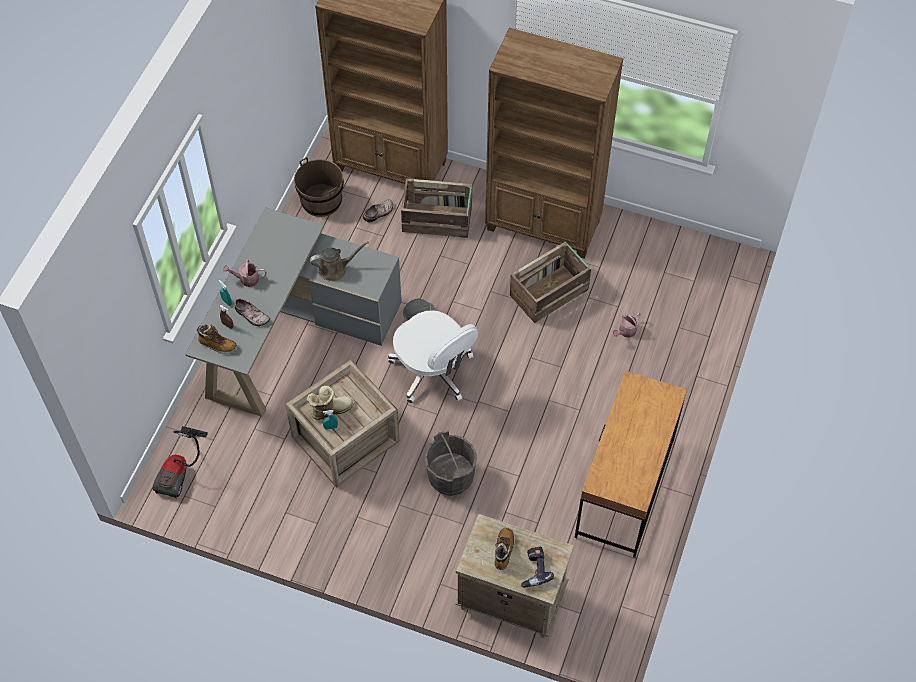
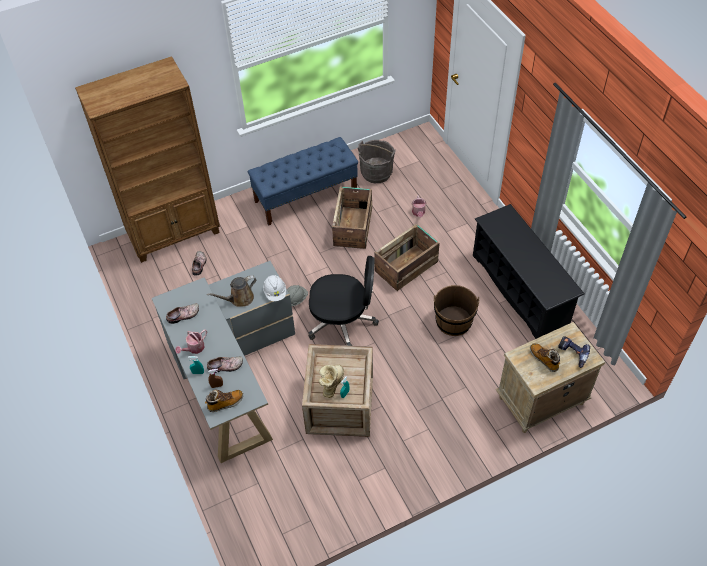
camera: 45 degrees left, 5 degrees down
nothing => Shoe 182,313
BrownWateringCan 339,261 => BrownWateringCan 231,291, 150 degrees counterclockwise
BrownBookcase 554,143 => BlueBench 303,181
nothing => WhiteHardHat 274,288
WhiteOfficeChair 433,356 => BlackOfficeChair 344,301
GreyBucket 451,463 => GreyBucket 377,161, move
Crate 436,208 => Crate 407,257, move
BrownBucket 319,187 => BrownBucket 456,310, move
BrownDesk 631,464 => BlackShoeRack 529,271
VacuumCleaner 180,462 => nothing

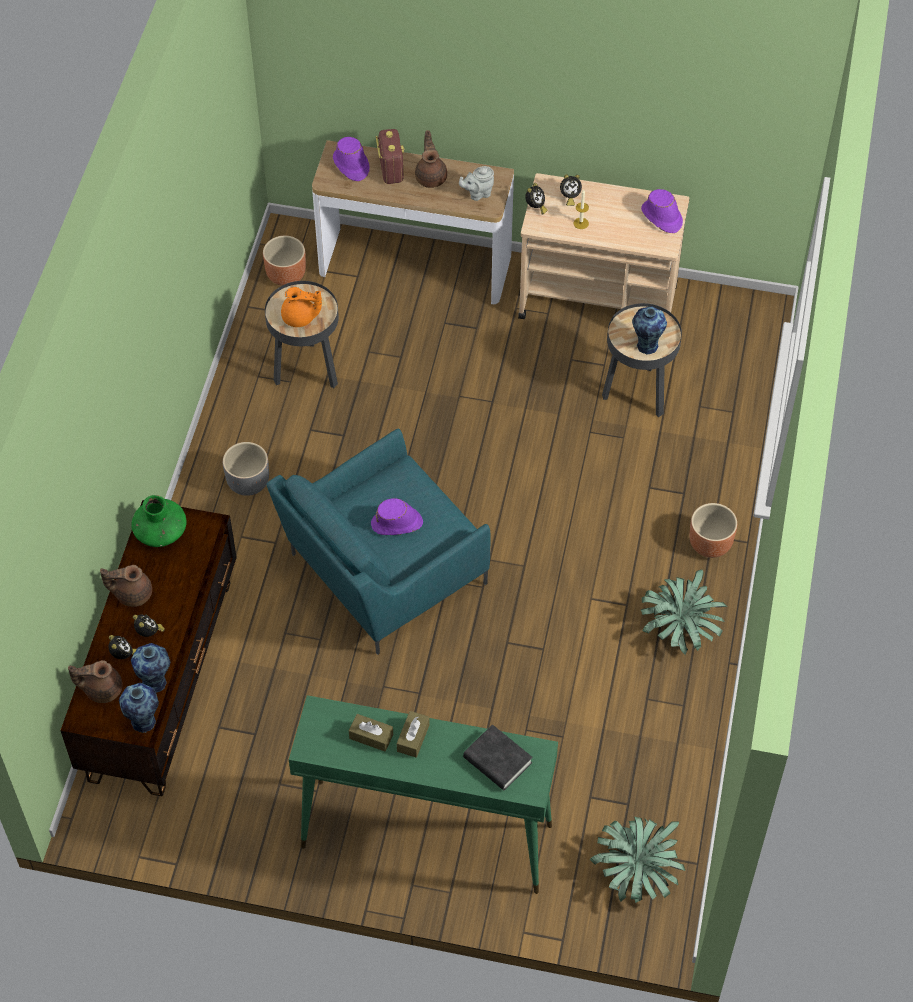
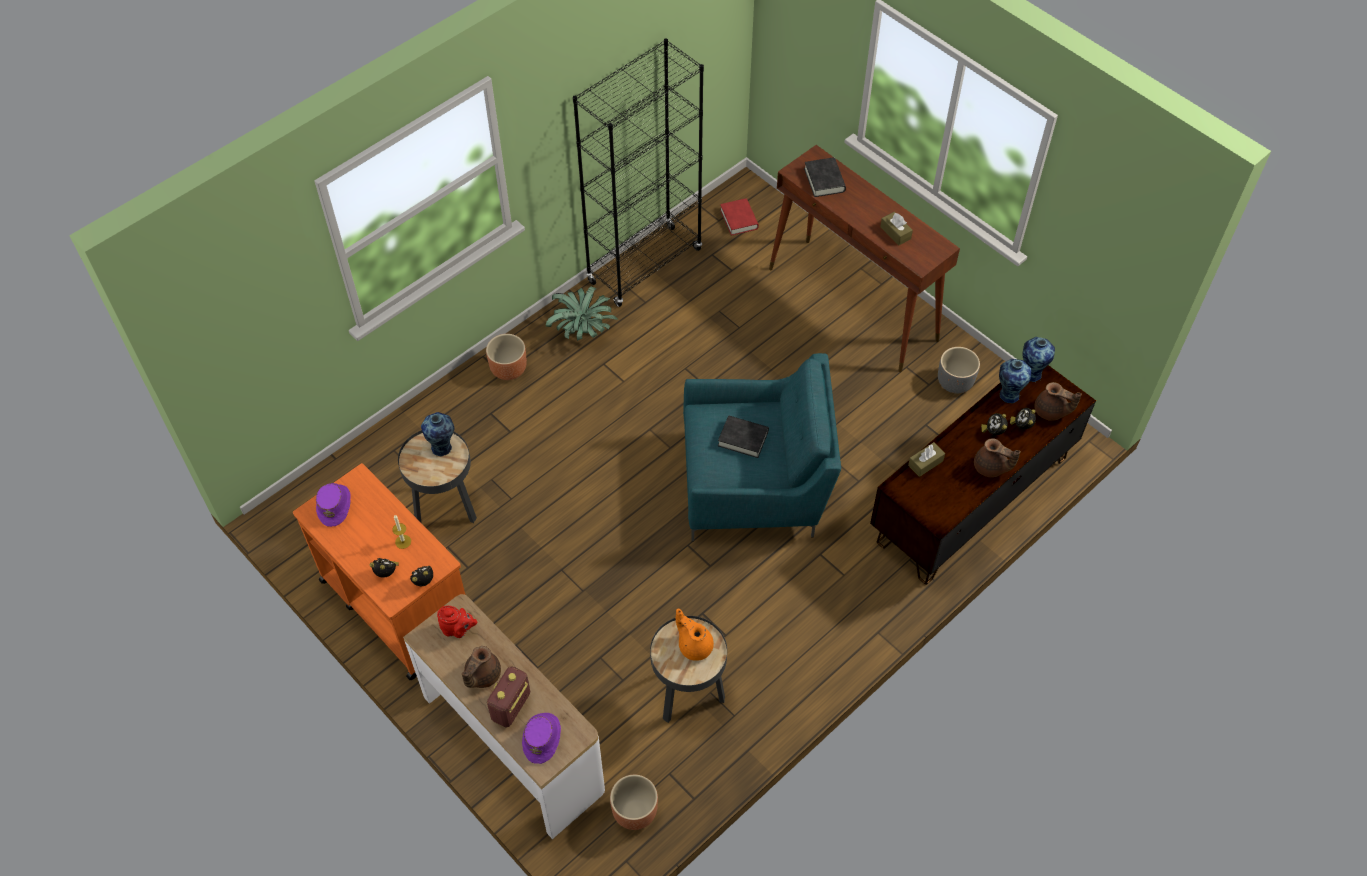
camera: 145 degrees left, 0 degrees up
BeigeCart 604,246 => OrangeCart 379,571
GreyTeapot 476,183 => RedTeapot 457,622
nothing => BlackBookcase 638,172
PurpleHat 397,516 => BlackBook 743,437
PottedPlant 637,860 => RedBook 739,217
GreenConsoleTable 423,794 => BrownConsoleTable 864,258
BrownTissueBox 413,734 => BrownTissueBox 926,459, move
GreyPlanter 246,469 => GreyPlanter 959,370, move
GreenVase 158,521 => nothing

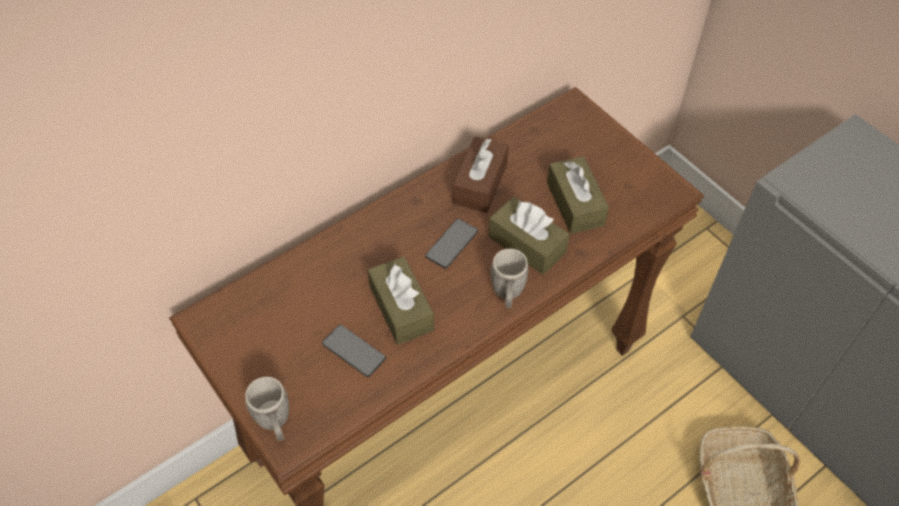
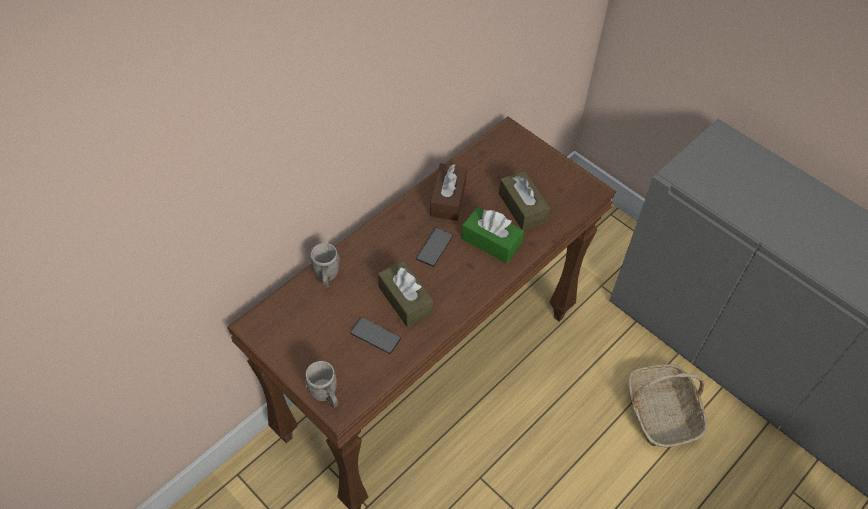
camera: 10 degrees left, 0 degrees up
GreyMug 509,278 => GreyMug 325,265, move
BrownTissueBox 529,236 => GreenTissueBox 492,235

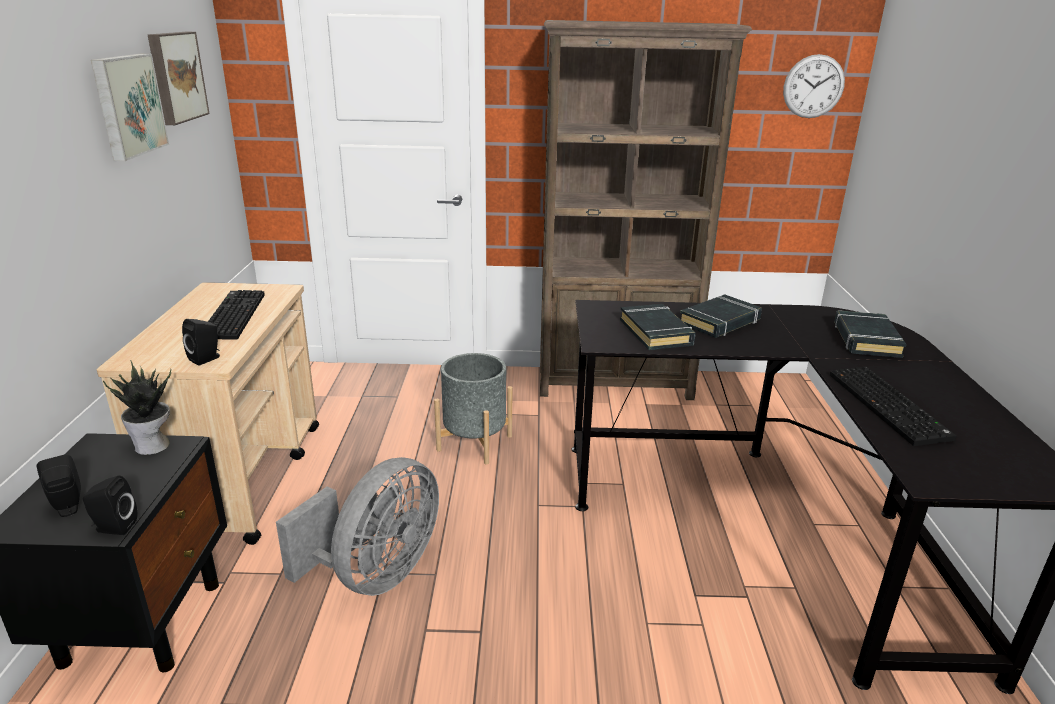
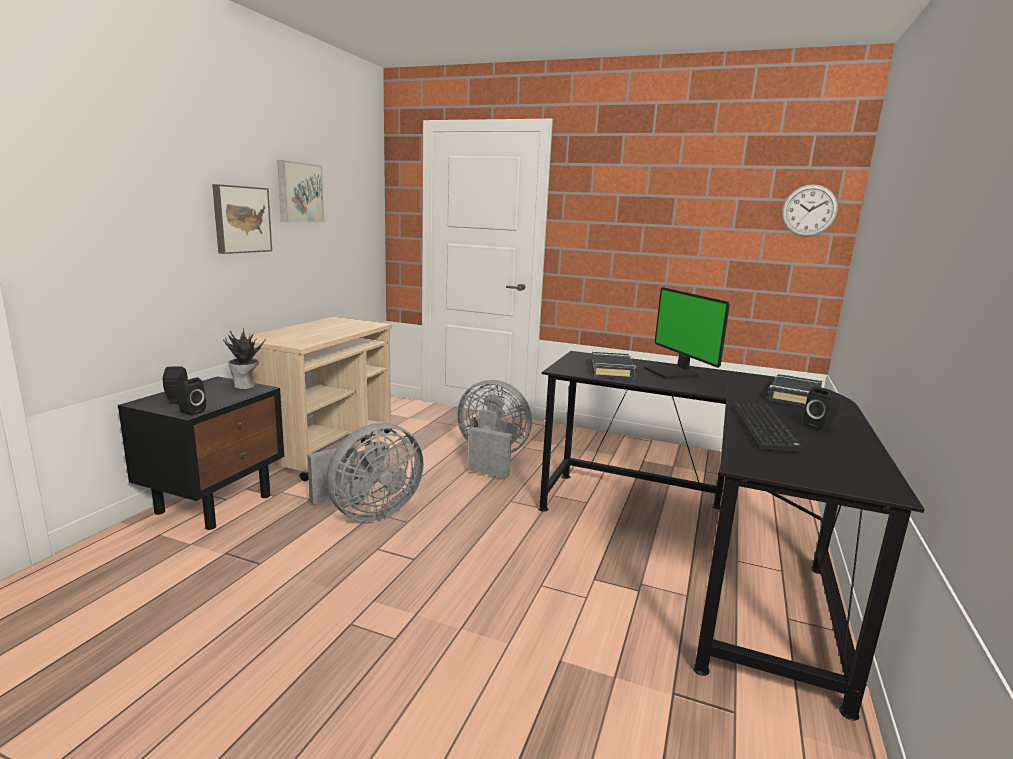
camera: 20 degrees right, 10 degrees down
Picture 179,78 => Picture 242,219, move
GreyPlanter 473,408 => GreyFan 494,429
BlackBook 721,316 => Monitor 687,333
BlackSpeaker 201,342 => BlackSpeaker 821,408, move
Keyboard 236,315 => nothing
BrownBookcase 646,210 => nothing

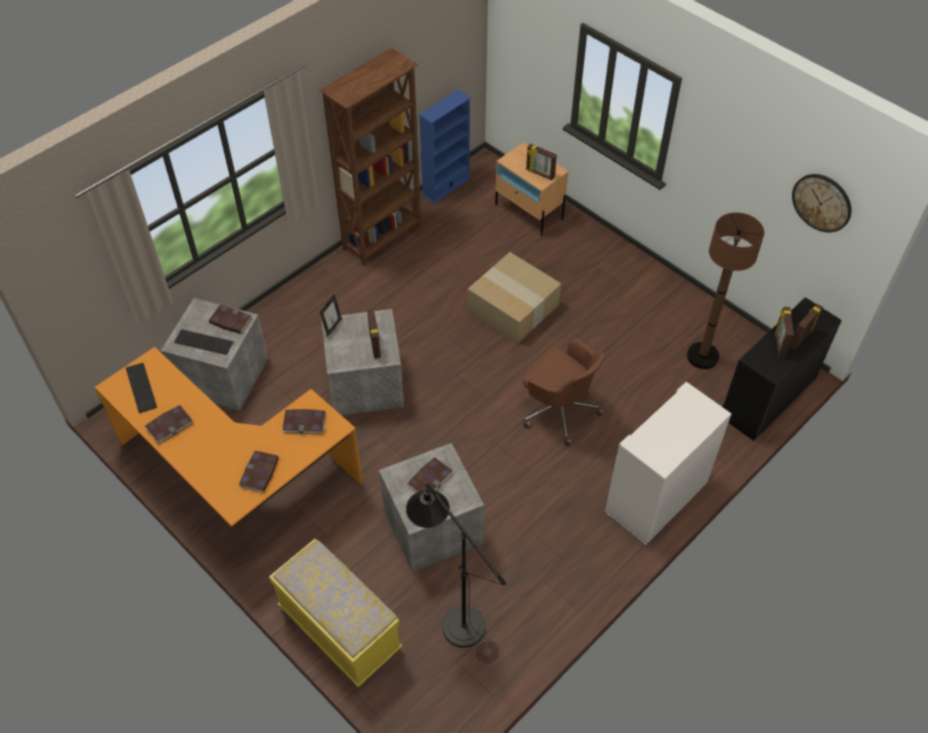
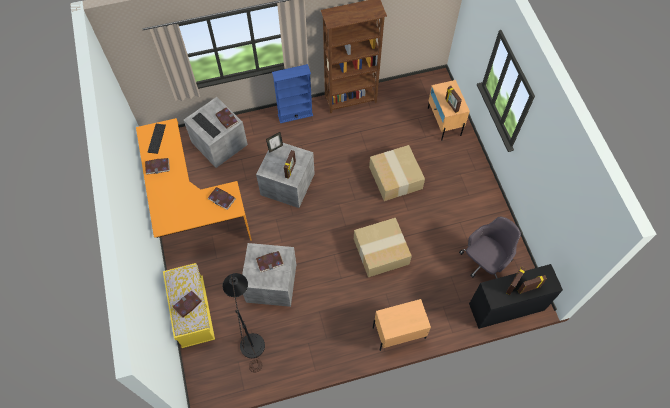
camera: 30 degrees right, 10 degrees up
Book 259,472 => Book 187,304, move
BlueBookcase 445,146 => BlueBookcase 292,93, move
BrownOfficeChair 564,392 => CardboardBox 383,247
WhiteCabinet 668,464 => BeigeNightstand 402,325
BrownFloorLamp 725,291 => GreyOfficeChair 490,248
WallClock 822,203 => nothing

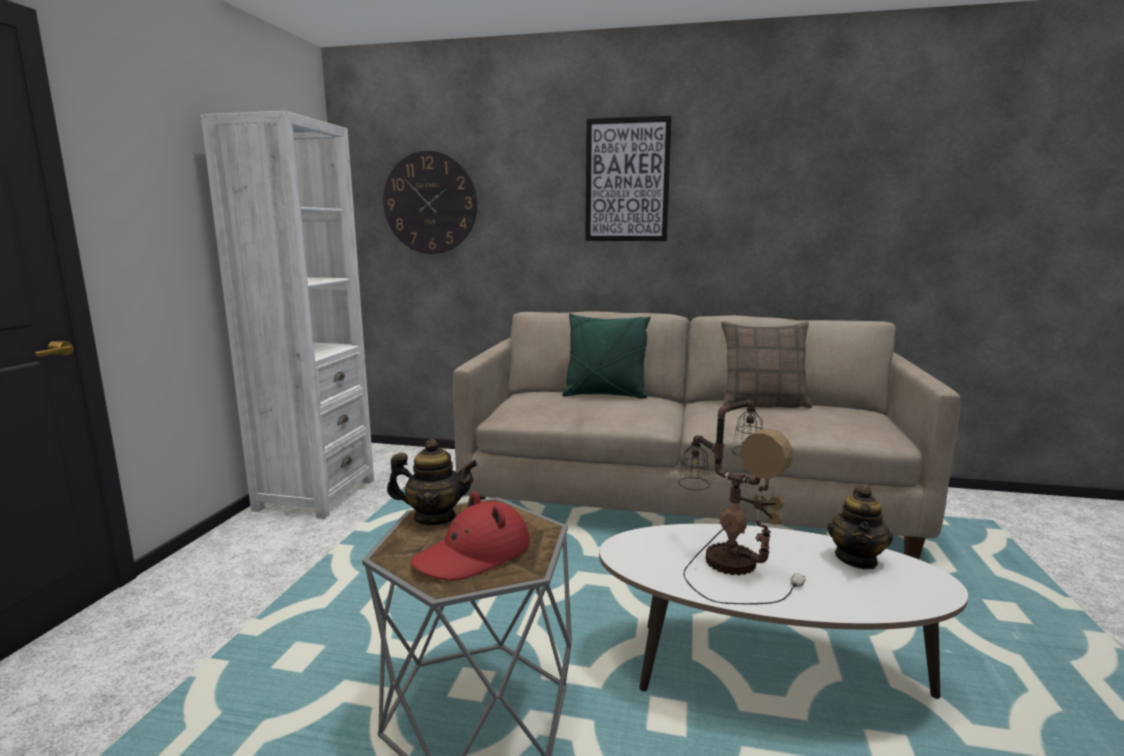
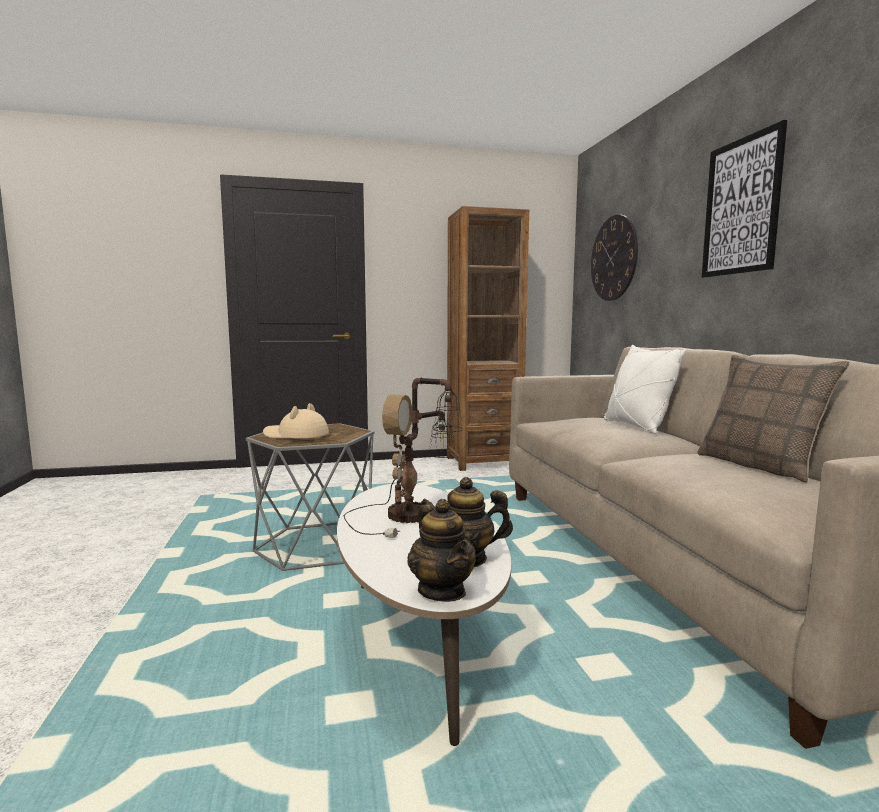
camera: 65 degrees right, 5 degrees down
RedHat 470,536 => BeigeHat 296,421
Teapot 432,482 => Teapot 441,550, move
WhiteBookcase 287,315 => BrownBookcase 488,338
GreenPillow 606,356 => WhitePillow 645,389

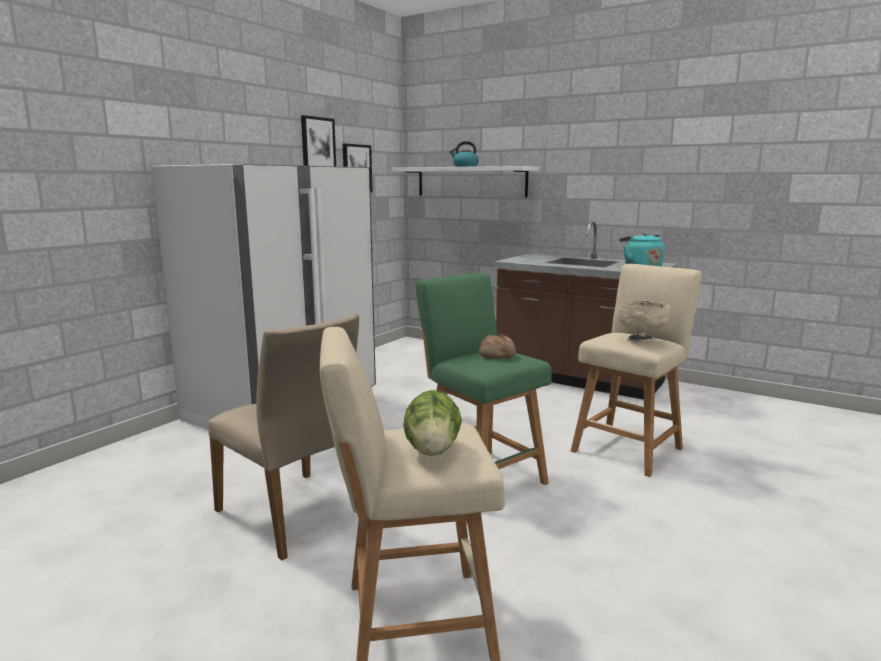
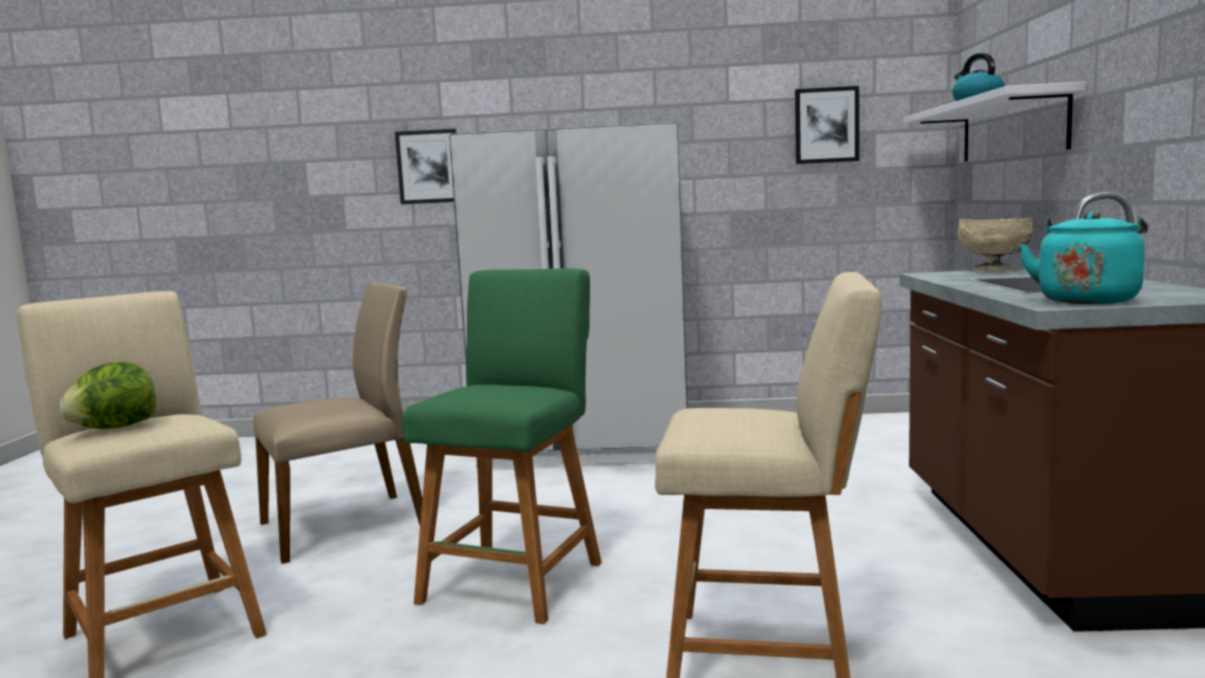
camera: 60 degrees right, 5 degrees down
BeigeChair 283,437 => BeigeChair 337,423, 135 degrees counterclockwise
Picture 318,140 => Picture 426,166, move
BeigeBowl 643,322 => BeigeBowl 995,244, move
Bread 497,346 => nothing

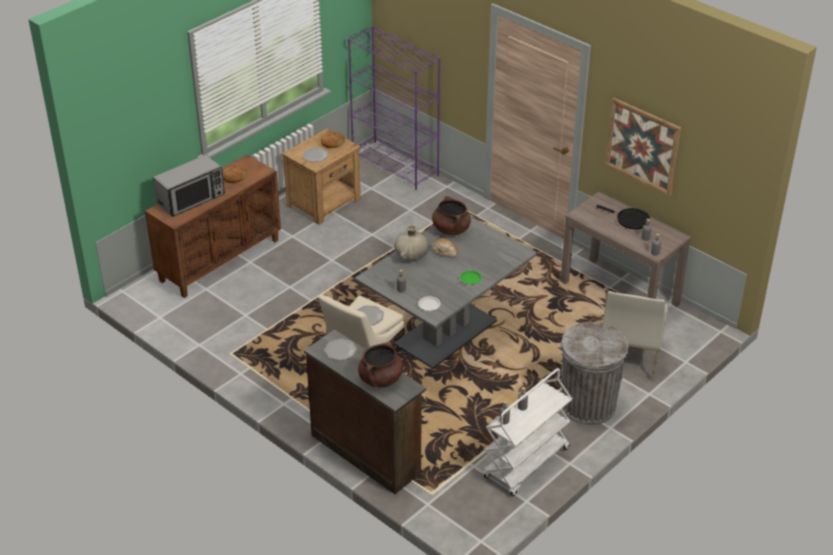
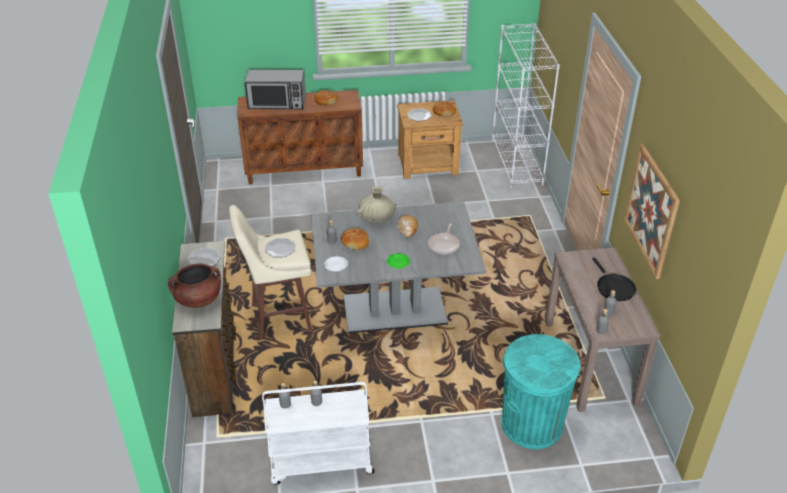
camera: 40 degrees right, 0 degrees up
nothing => Bread 355,239
nothing => FryingPan 444,238
PurpleBookcase 394,108 => WhiteBookcase 526,105
WhiteChair 635,336 => TurquoiseTrashCan 541,391
BrownCookingPot 451,215 => nothing
GreyTrashCan 595,373 => nothing

